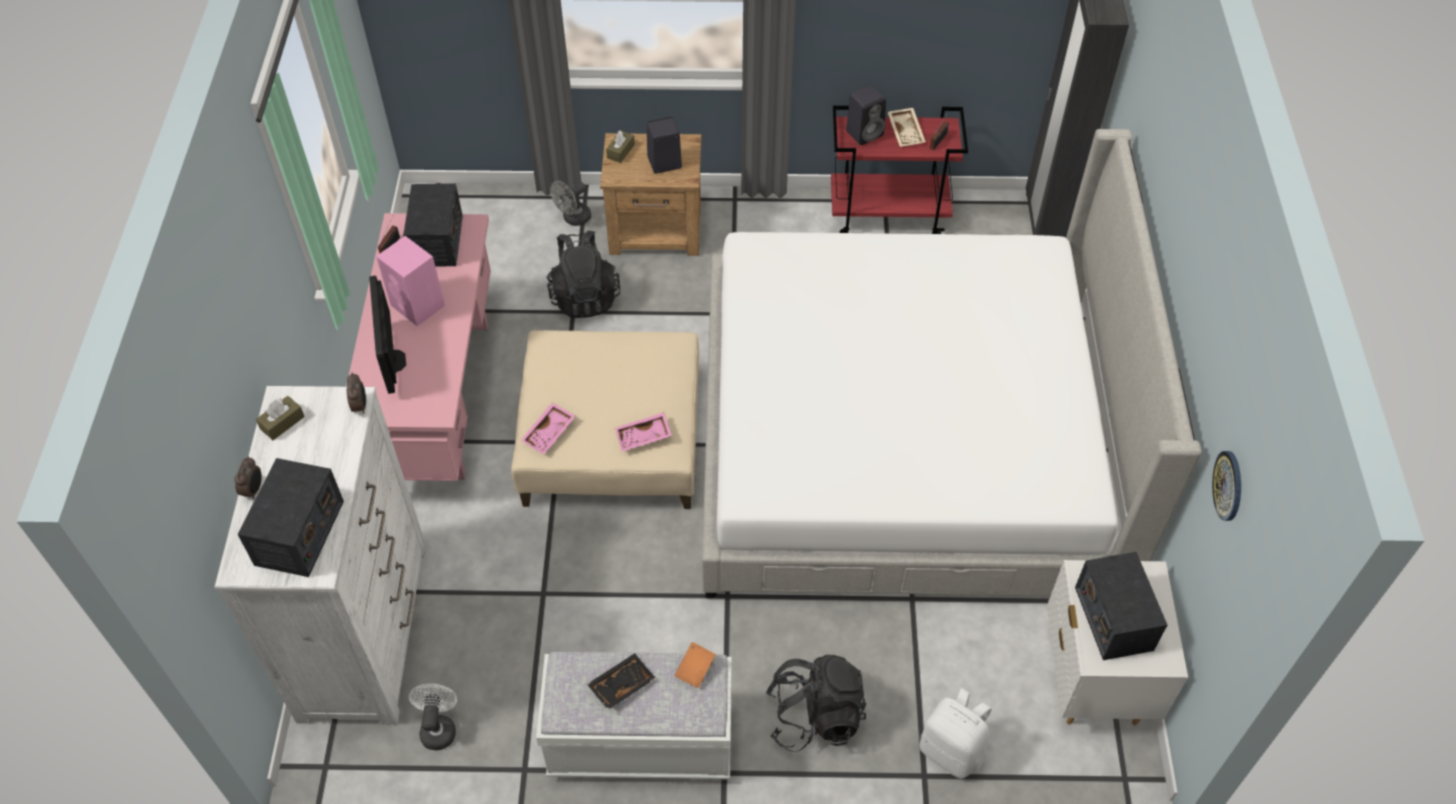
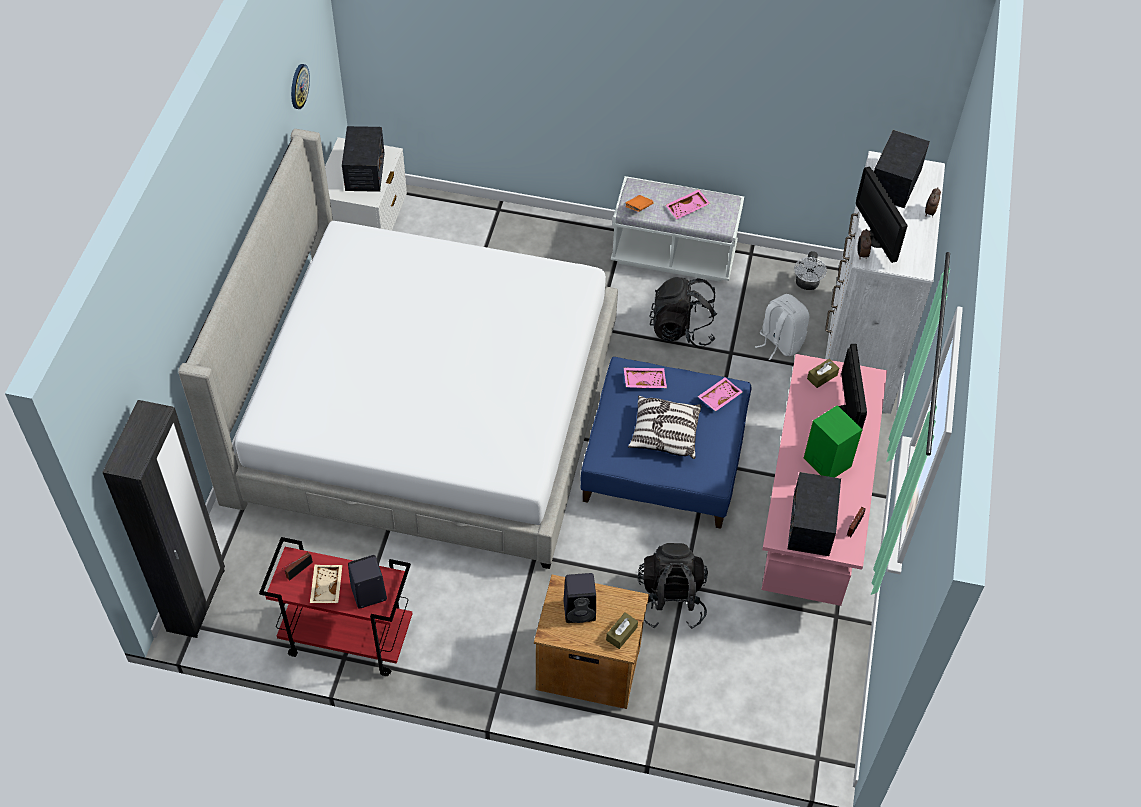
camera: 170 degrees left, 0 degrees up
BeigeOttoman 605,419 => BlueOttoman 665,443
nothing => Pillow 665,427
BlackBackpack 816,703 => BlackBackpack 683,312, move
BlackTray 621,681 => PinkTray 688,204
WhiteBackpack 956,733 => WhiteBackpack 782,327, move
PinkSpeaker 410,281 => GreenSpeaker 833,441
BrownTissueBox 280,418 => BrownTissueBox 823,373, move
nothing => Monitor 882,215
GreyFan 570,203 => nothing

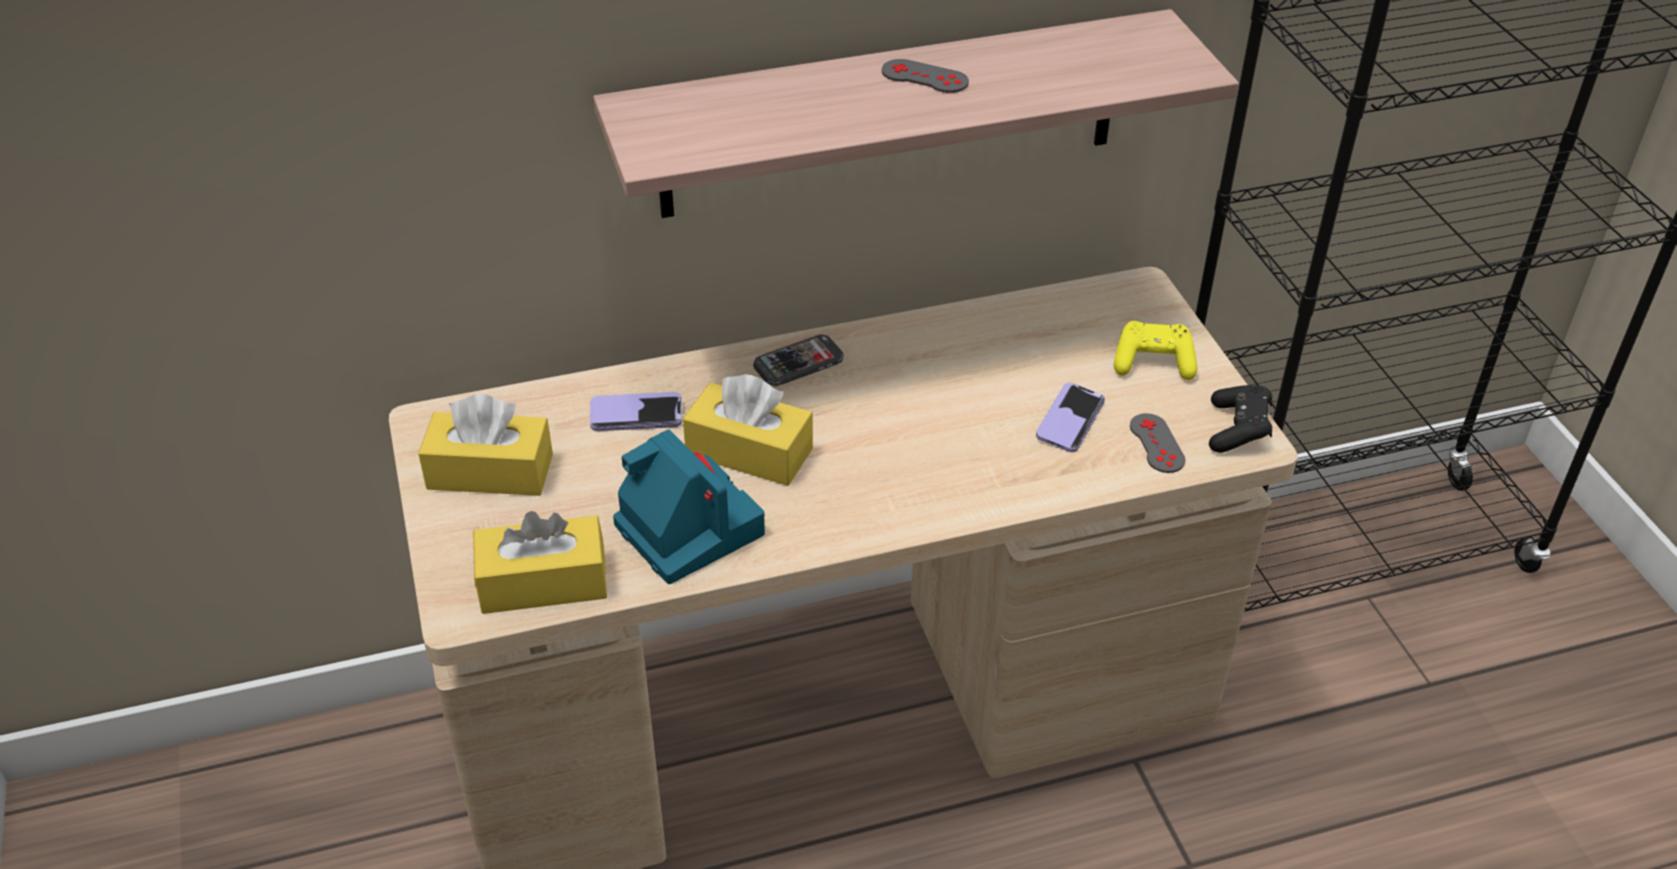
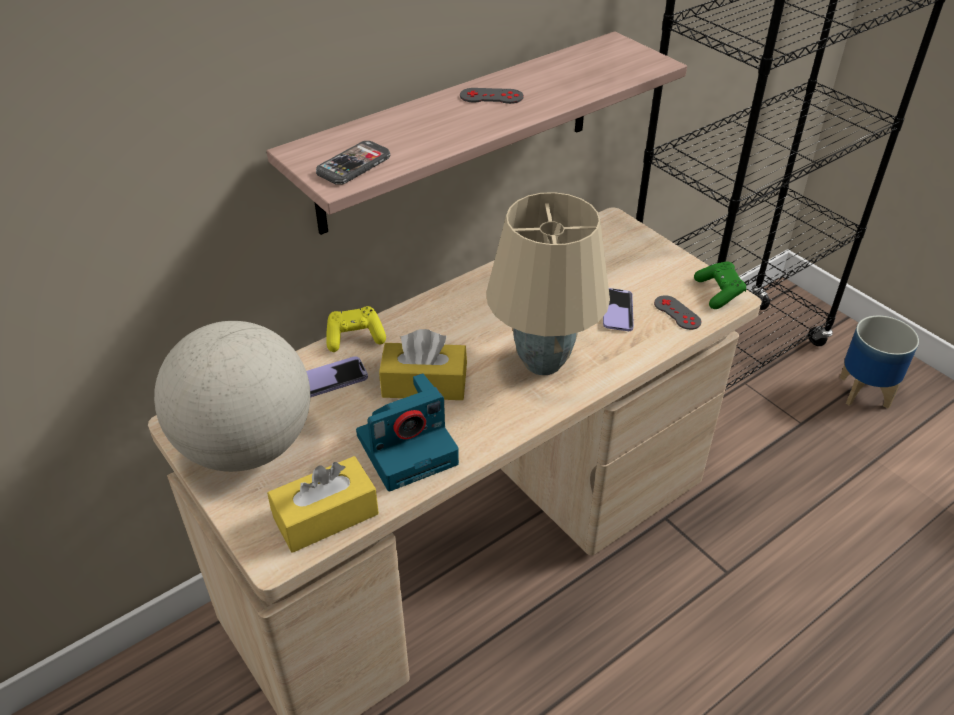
camera: 20 degrees left, 0 degrees up
YellowTissueBox 485,445 => Globe 232,396
Phone 798,360 => Phone 353,163, move
YellowGameController 1155,350 => YellowGameController 356,329, move
PhotoCamera 689,506 => PhotoCamera 407,432, 120 degrees clockwise
nothing => BeigeTableLamp 548,283
BlackGameController 1240,419 => GreenGameController 720,285
nothing => Planter 879,362

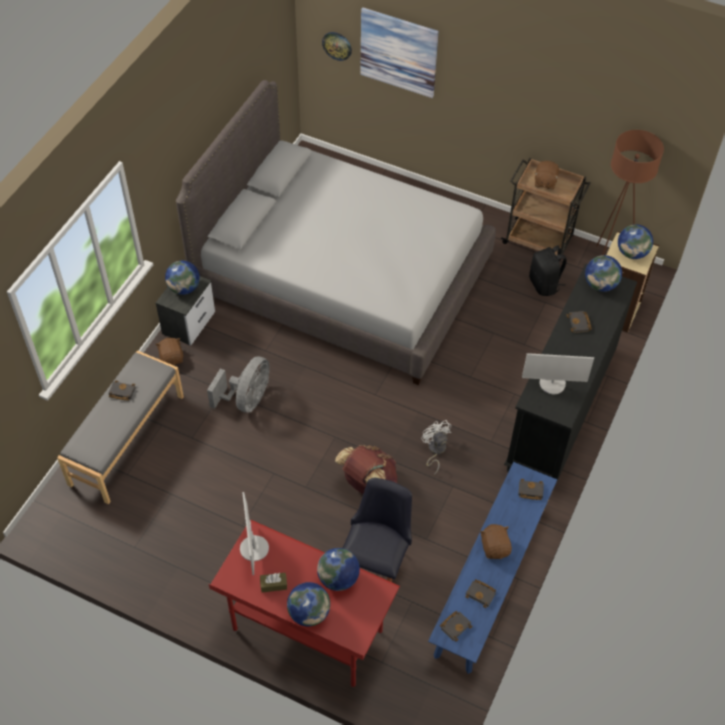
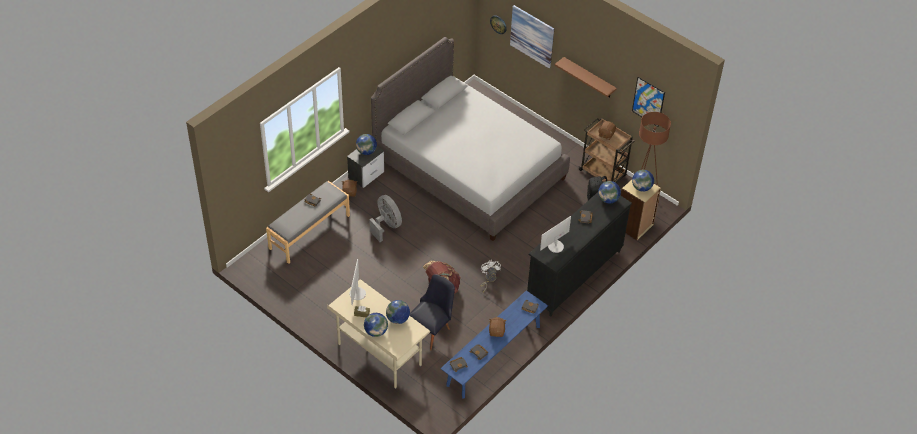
camera: 15 degrees right, 5 degrees down
RedDesk 304,603 => BeigeDesk 378,334
GreyFan 238,384 => GreyFan 385,218, 75 degrees counterclockwise
Monitor 558,373 => Monitor 555,234, 120 degrees clockwise
nothing => BrownShelf 586,77
nothing => Picture 648,102

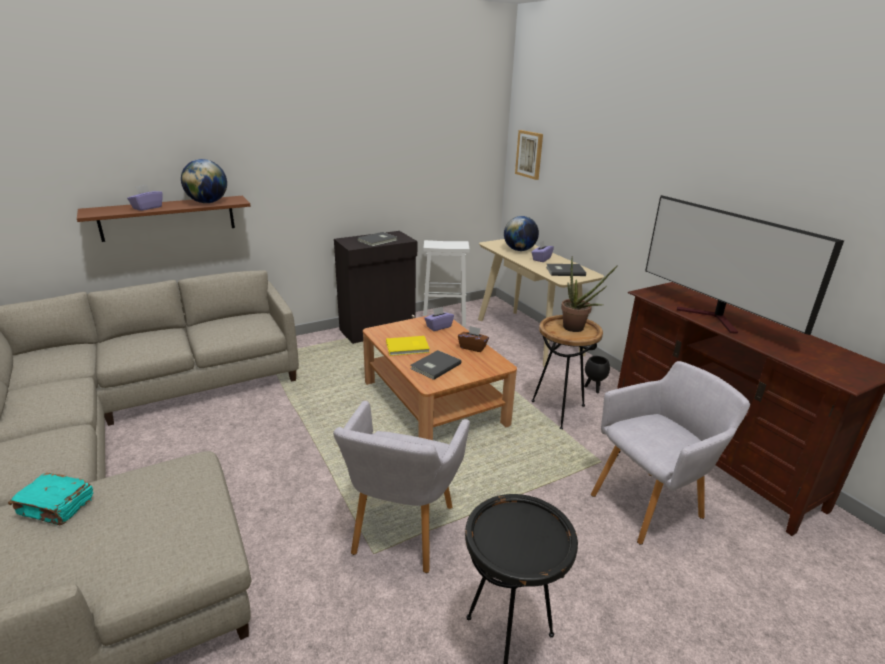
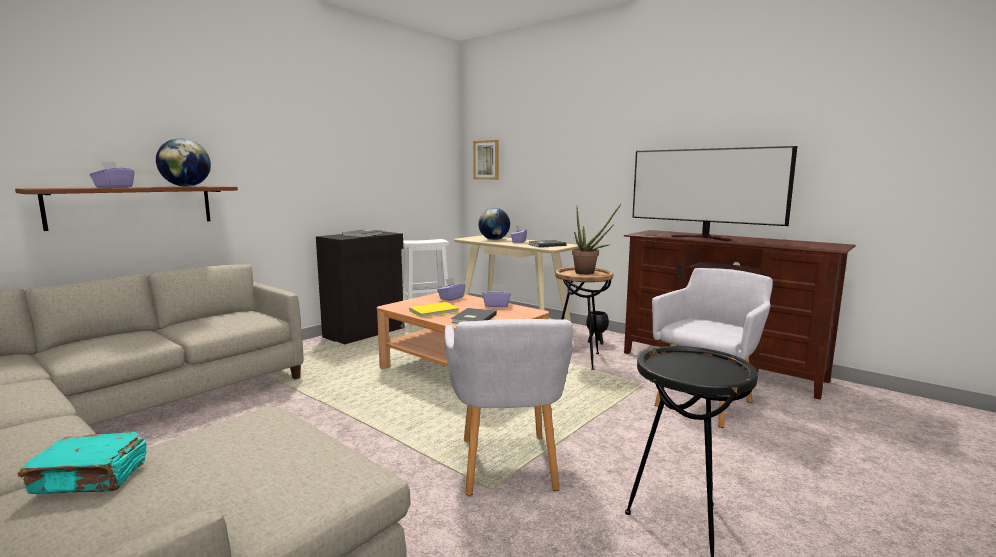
camera: 20 degrees left, 15 degrees down
BrownTissueBox 473,339 => PurpleTissueBox 496,295

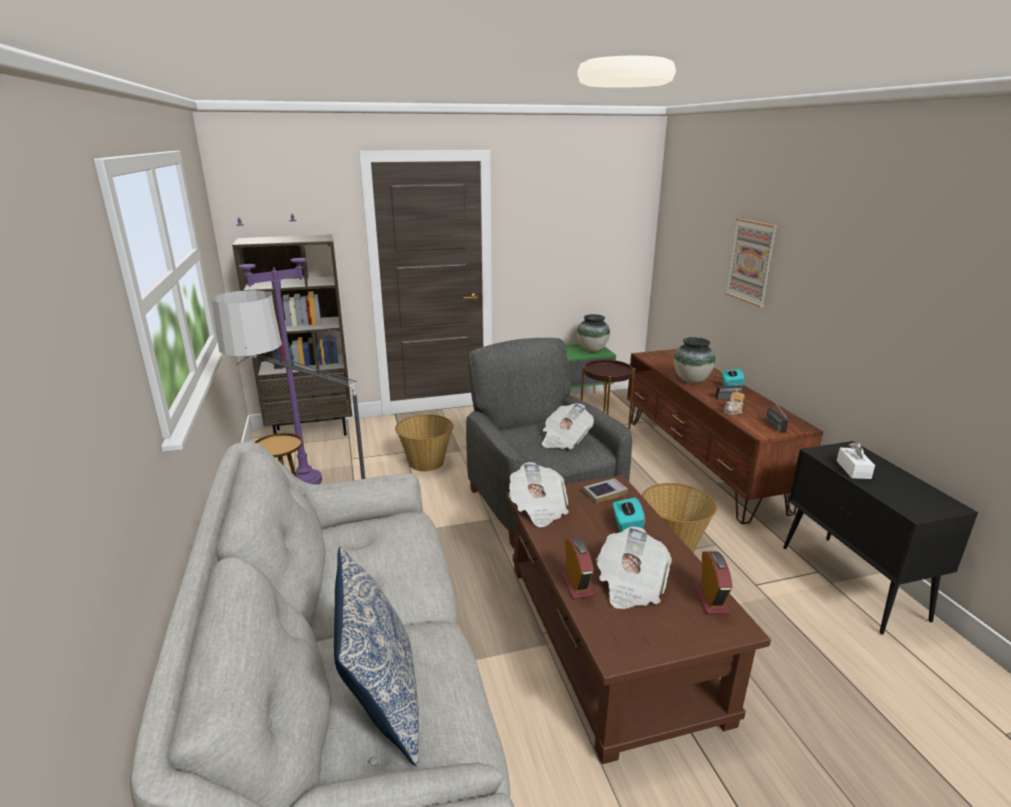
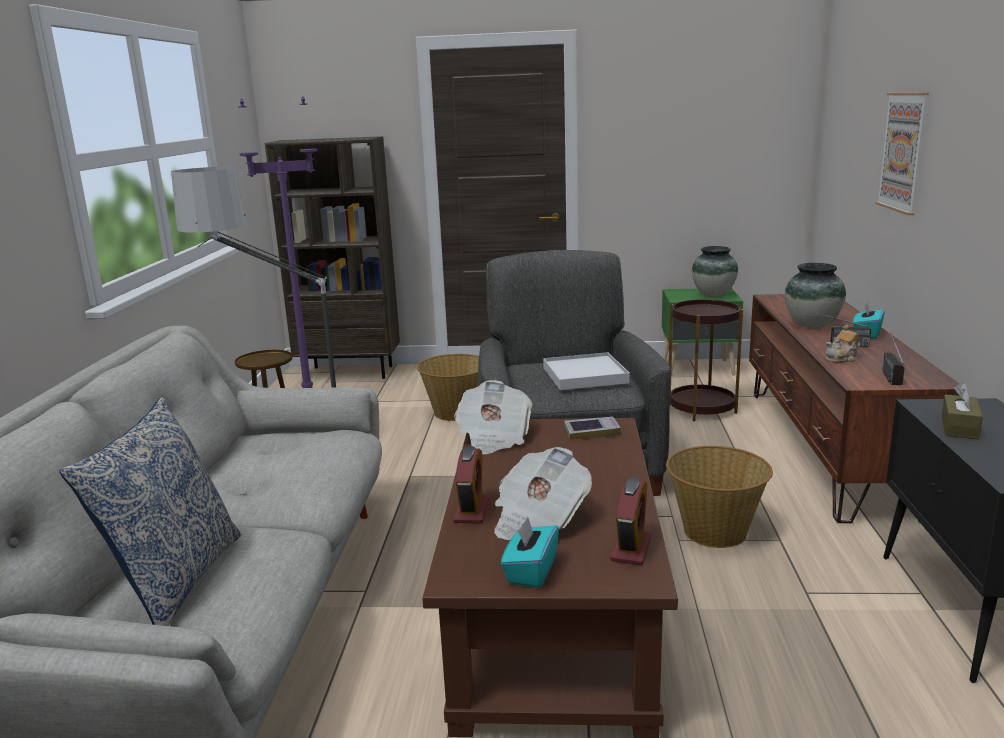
camera: 20 degrees right, 5 degrees down
TurquoiseTissueBox 629,514 => TurquoiseTissueBox 530,552, move
Newspaper 568,426 => WhiteTray 586,371
WhiteTissueBox 856,460 => BrownTissueBox 962,410

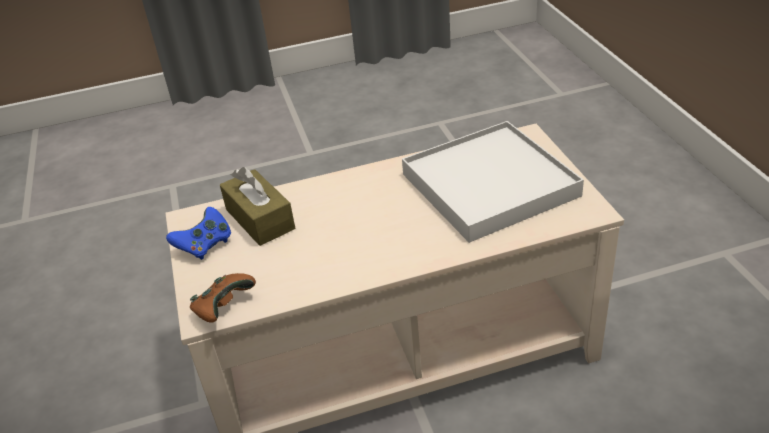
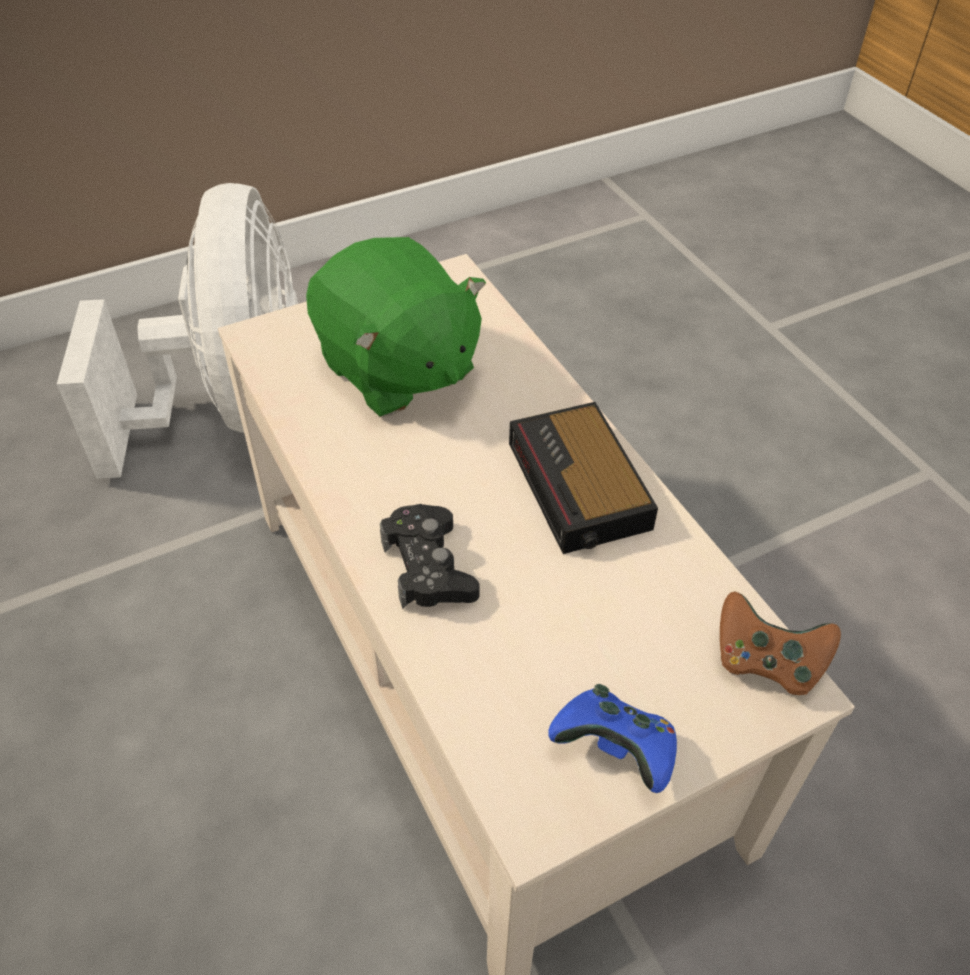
camera: 105 degrees left, 10 degrees up
nothing => WhiteFan 177,331
WhiteTray 493,182 => GreenPlushToy 396,327
nothing => BlackGameController 430,556
nothing => AlarmClock 583,478
BrownTissueBox 257,206 => nothing

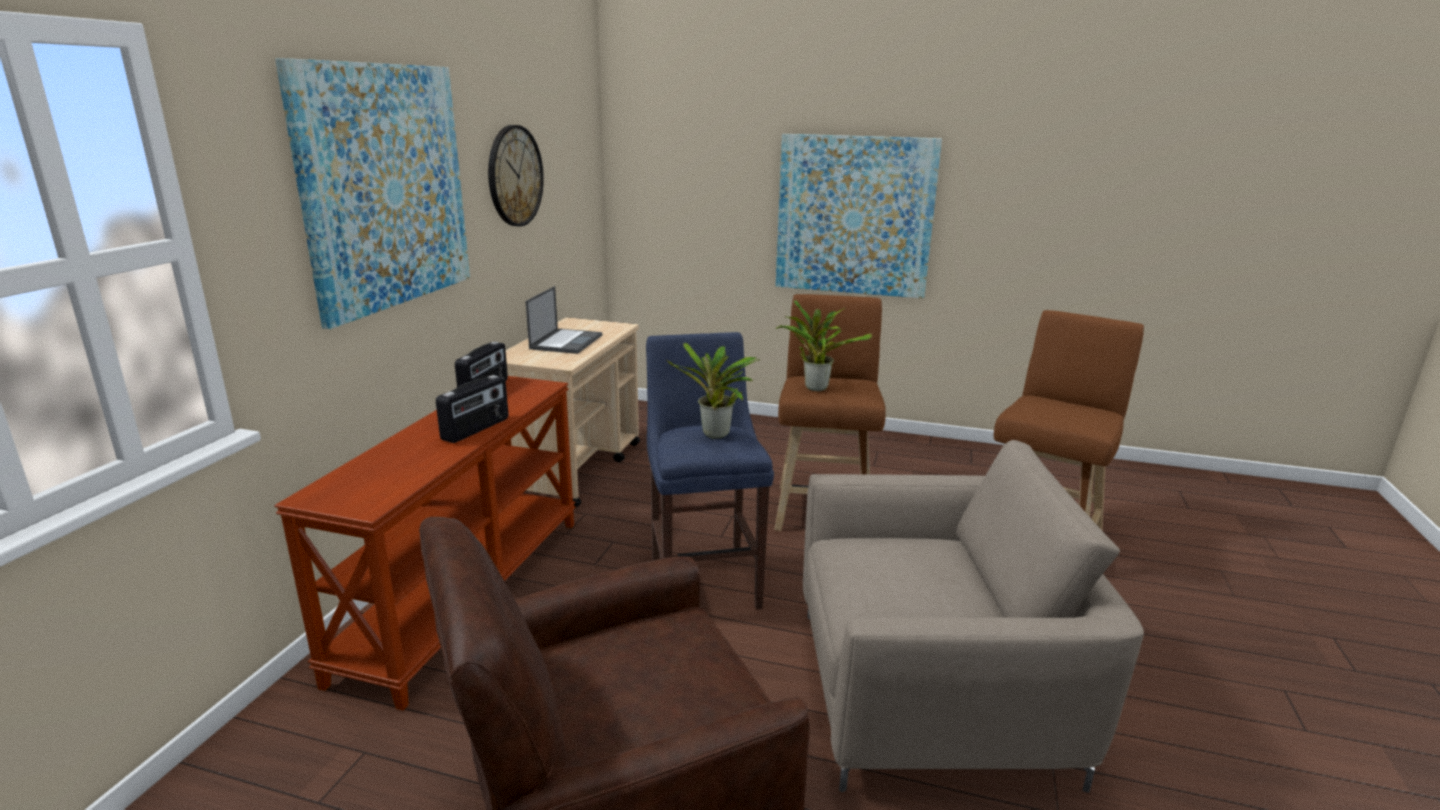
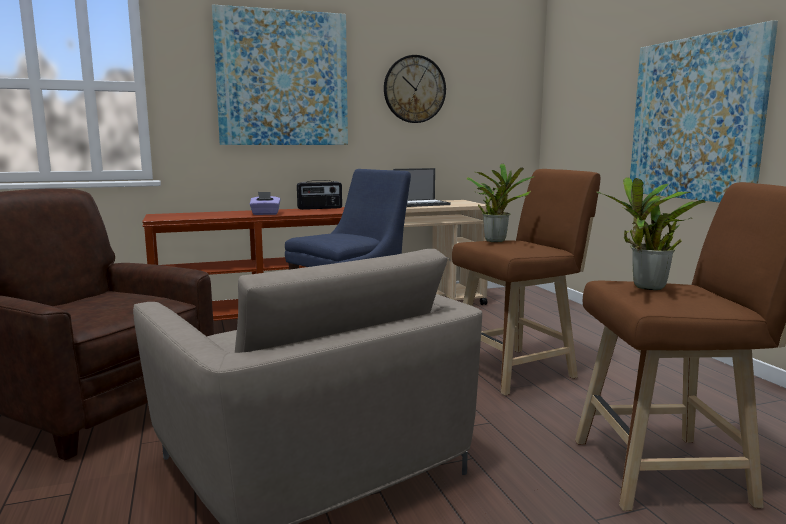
camera: 55 degrees right, 10 degrees down
Radio 472,409 => PurpleTissueBox 265,203
PottedPlant 713,391 => PottedPlant 651,233, move

